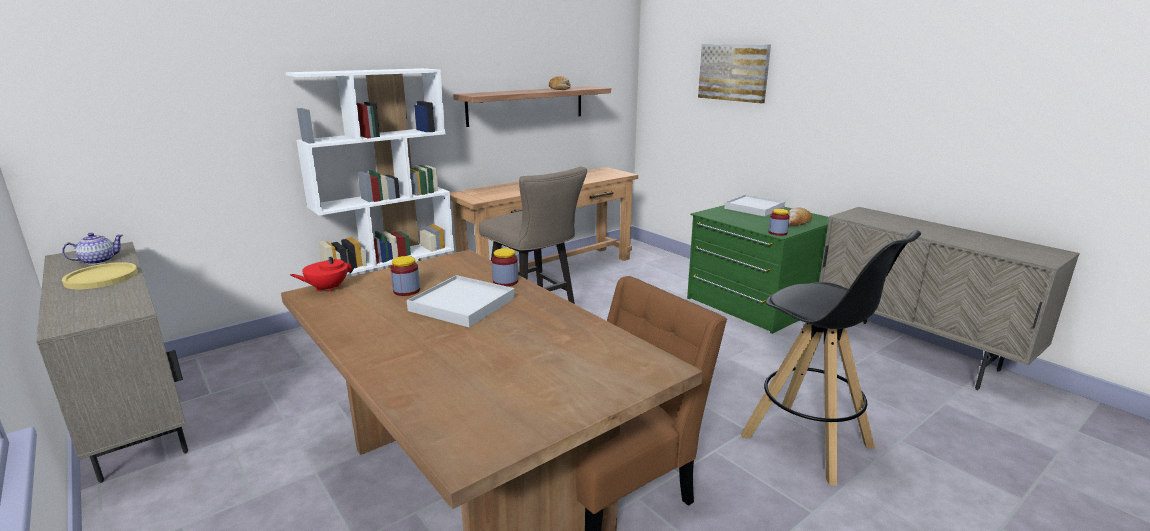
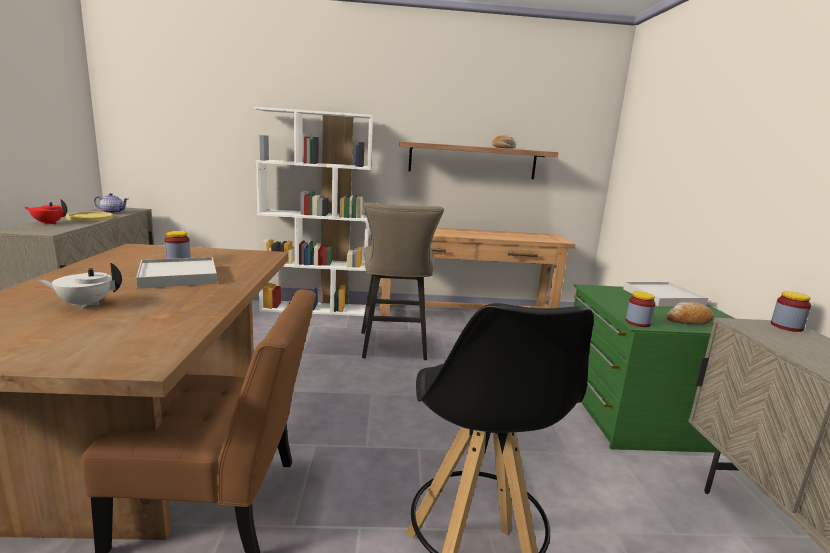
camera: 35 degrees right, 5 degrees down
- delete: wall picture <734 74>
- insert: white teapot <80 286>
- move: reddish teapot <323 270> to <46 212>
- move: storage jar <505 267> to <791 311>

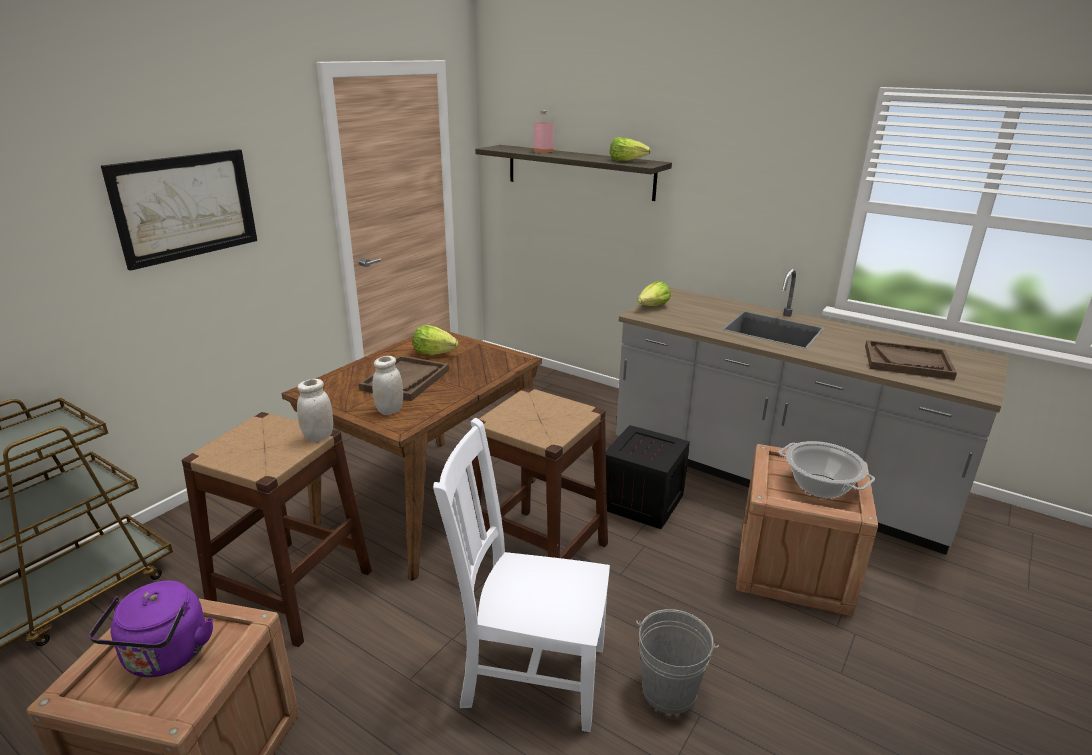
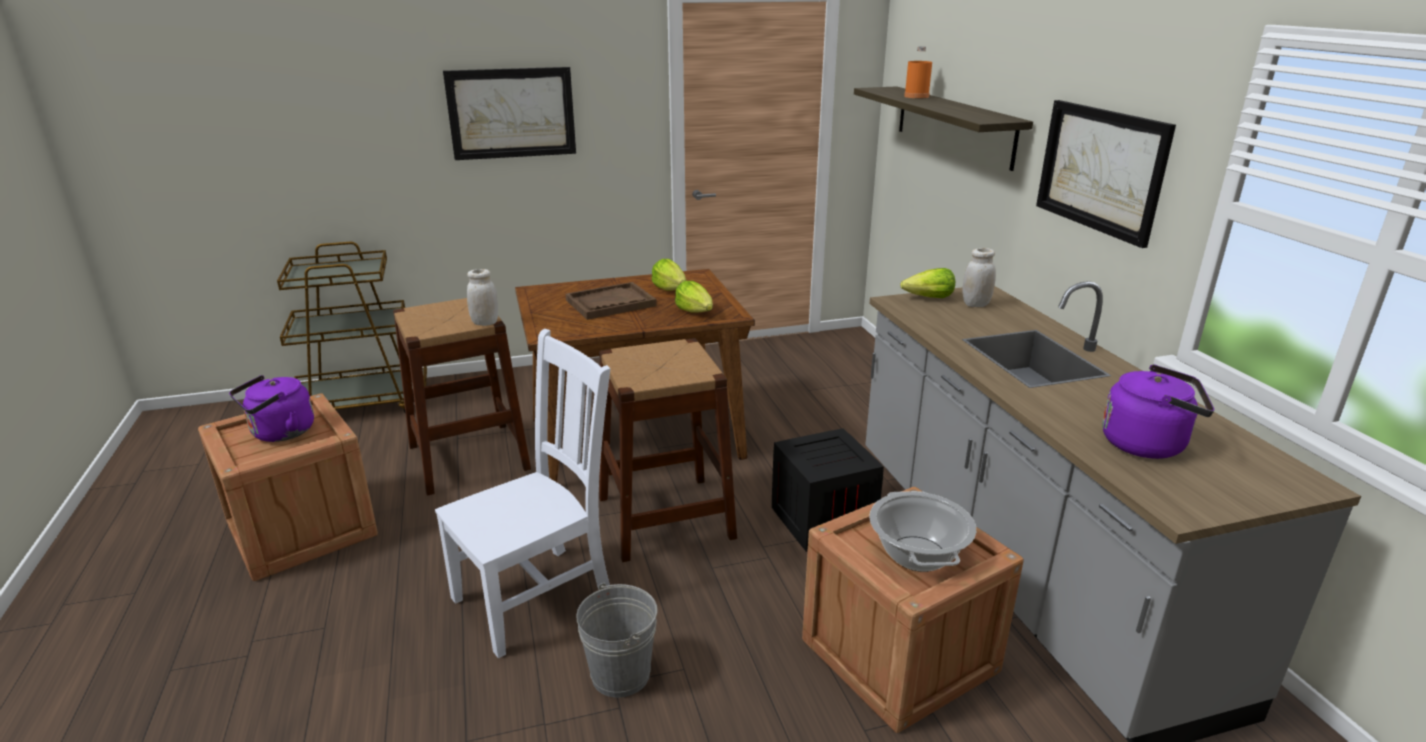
camera: 40 degrees right, 0 degrees up
- insert: wall picture <1106 174>
- move: white storage jar <387 385> to <979 277>
- move: head of lettuce <630 149> to <694 297>
- replace: brown-coloured tray <911 360> to purple-coloured tea kettle <1158 412>
- recolor: pinkish drink bottle <544 131> to orange-coloured drink bottle <918 72>
- rotate: white chair <521 575> = <522 493> 90 degrees clockwise

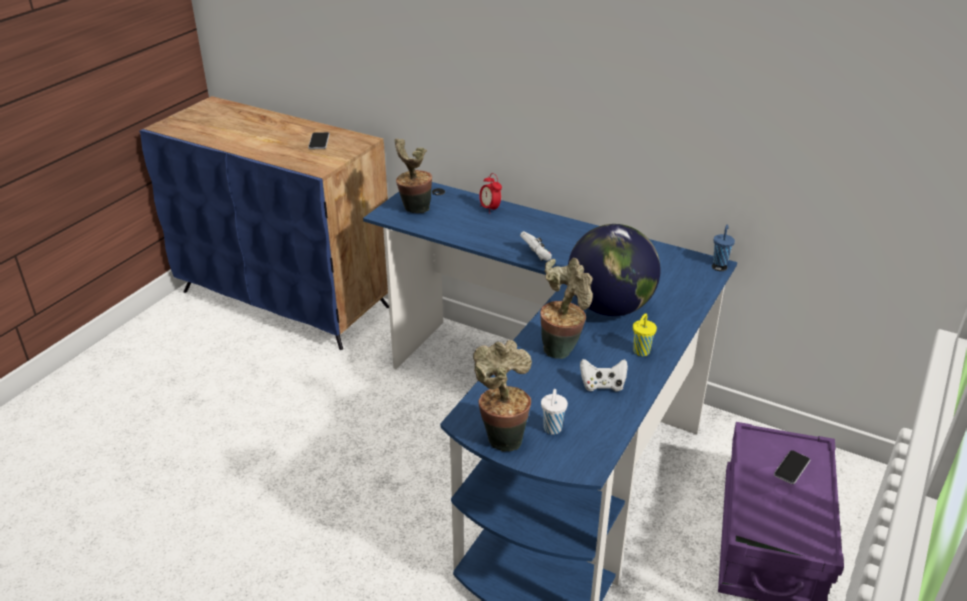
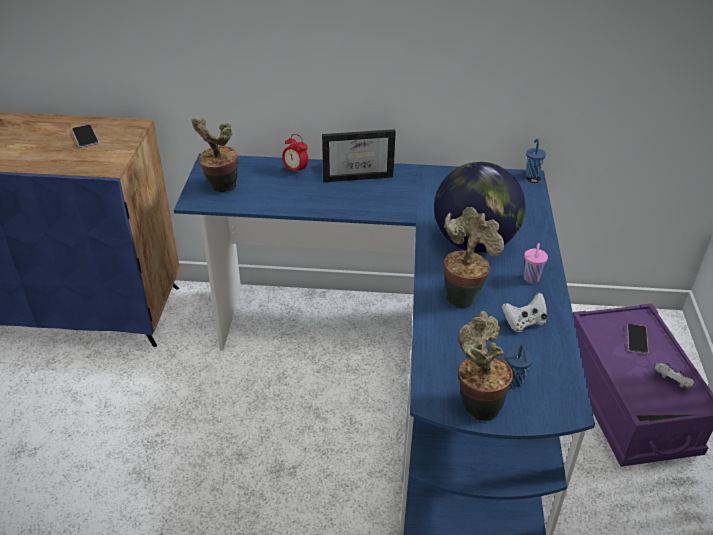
camera: 25 degrees left, 5 degrees up
- insert: standing frame <359 155>
- move: white gamepad <536 246> to <674 375>
- recolor: white small cup <554 411> to blue small cup <519 366>
- recolor: yellowish small cup <645 334> to pinkish small cup <536 263>

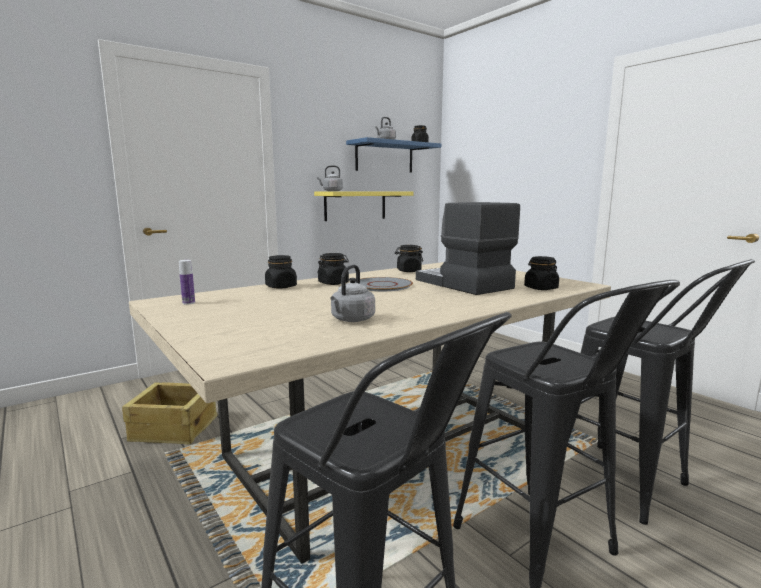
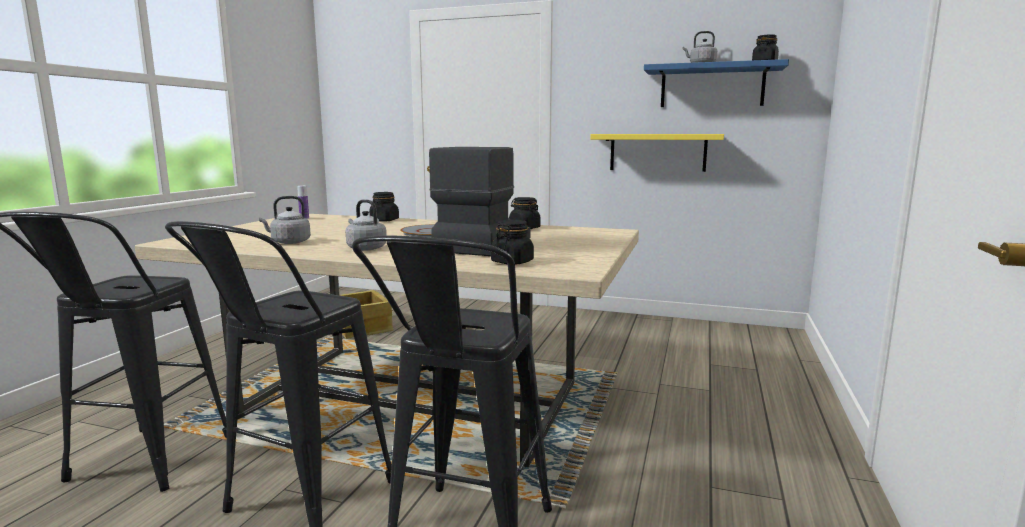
camera: 55 degrees right, 0 degrees up
- delete: blackish storage jar <333 269>
- move: greyish tea kettle <330 178> to <366 225>

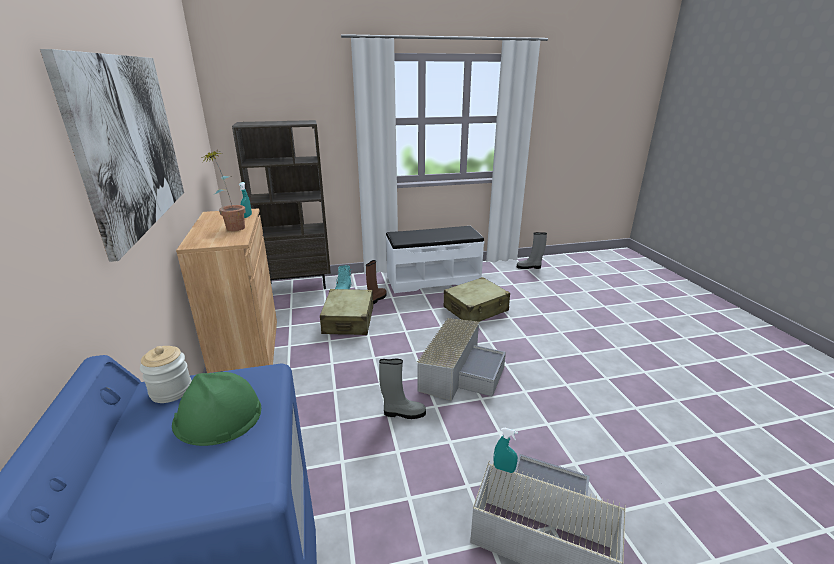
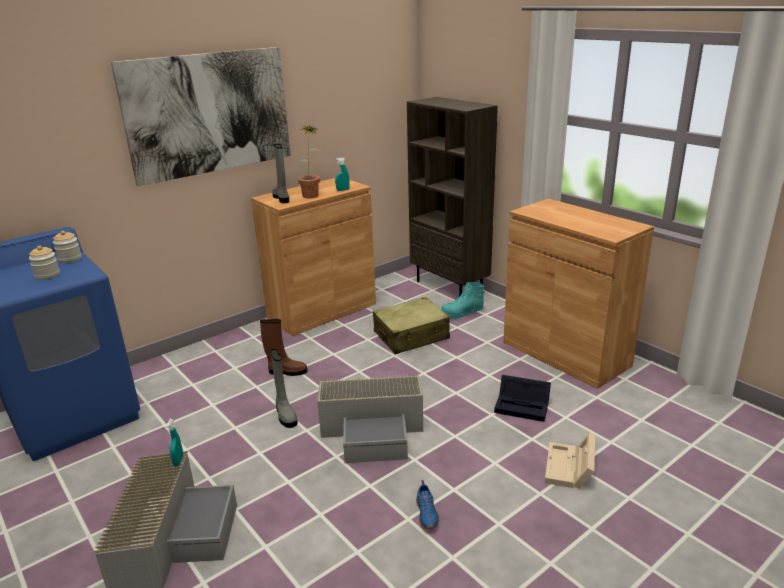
camera: 65 degrees right, 0 degrees up
- insert: blue low shoe <427 504>
- insert: beige-coloured storage container <570 460>
- move: brown-coloured boot <376 282> to <283 347>
- move: greyish boot <532 250> to <280 173>
- replace: greenish work helmet <216 409> to storage jar <44 263>
- replace: white indoor bench <435 259> to brown-coloured cabinet <578 294>
- replace: beige-coloured piece of luggage <476 299> to blackish storage container <522 398>

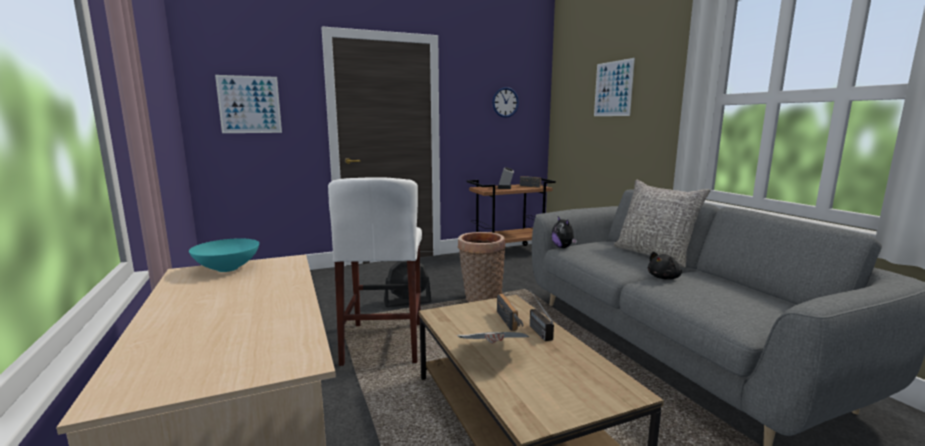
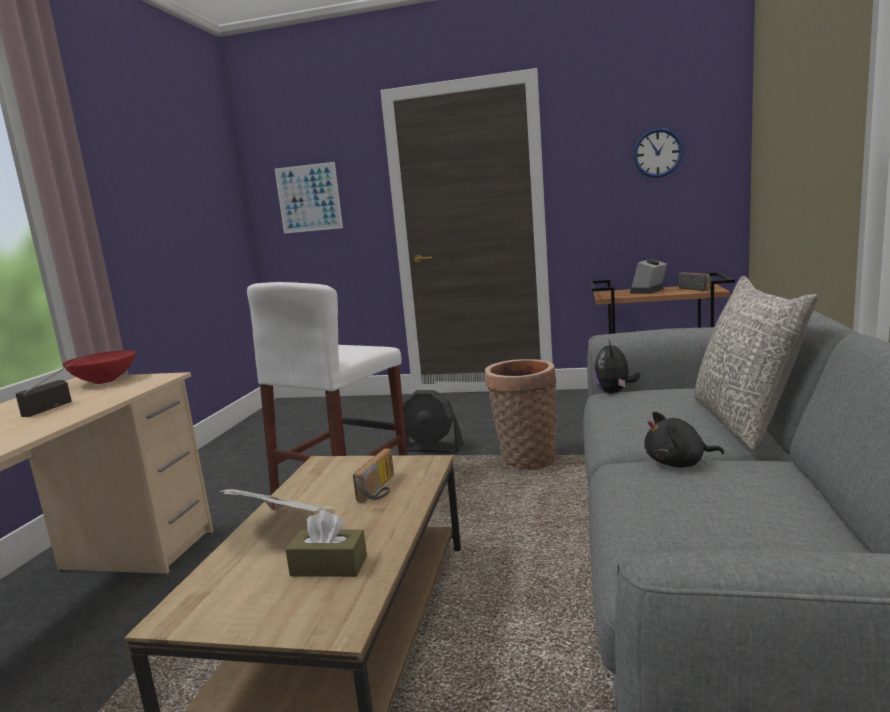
camera: 35 degrees right, 0 degrees up
- delete: wall picture <614 87>
- insert: brown-coloured tissue holder <326 543>
- move: radio <541 315> to <49 386>
- recolor: blue-green deep dish <224 255> to reddish deep dish <99 367>

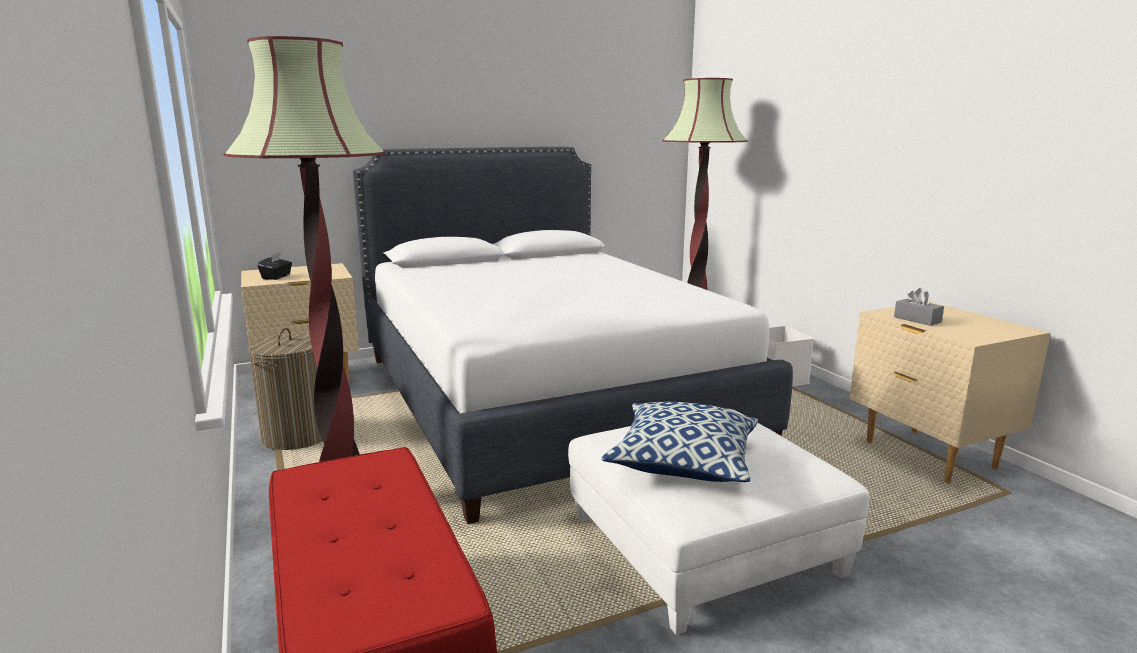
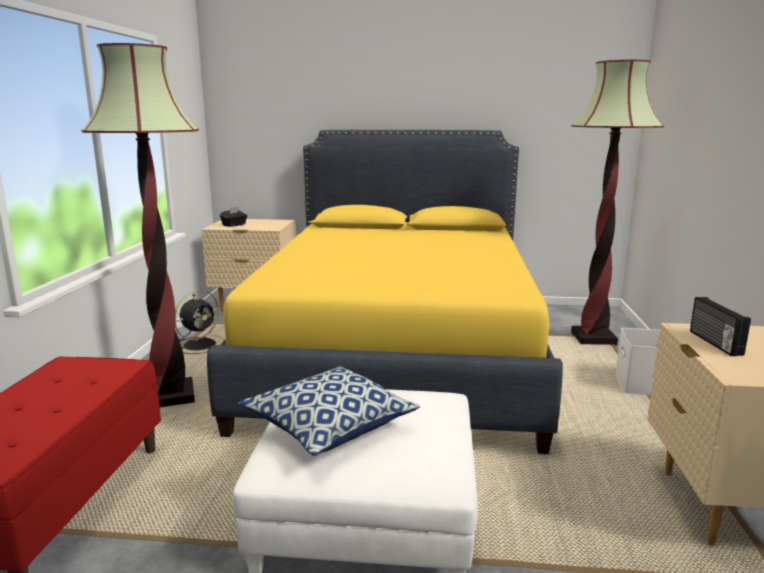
camera: 30 degrees right, 0 degrees up
- replace: hamper <285 389> to blackish fan <198 322>
- replace: greyish tissue holder <919 307> to radio <720 326>
- recolor: white bed <573 335> to yellowish bed <385 292>

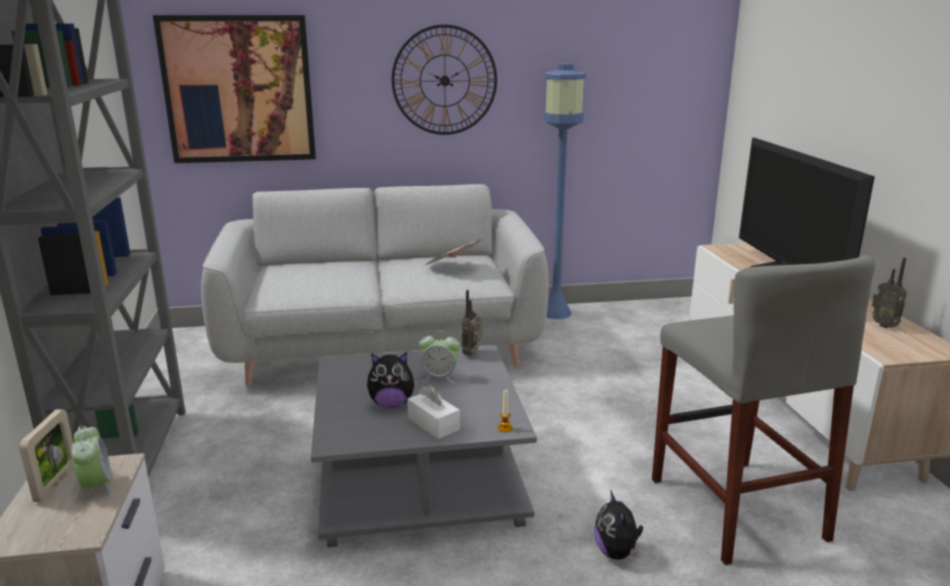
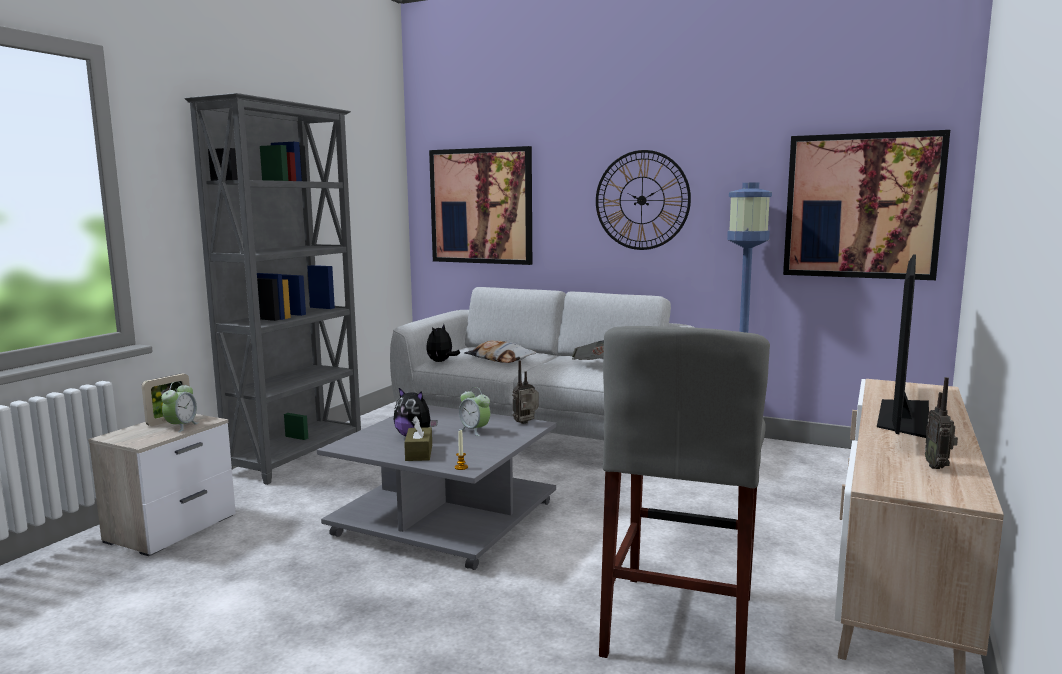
camera: 35 degrees right, 10 degrees down
- insert: throw pillow <500 351>
- insert: wall picture <866 205>
- move: soft toy <618 524> to <443 343>
- recolor: white tissue holder <433 412> to brown-coloured tissue holder <418 438>

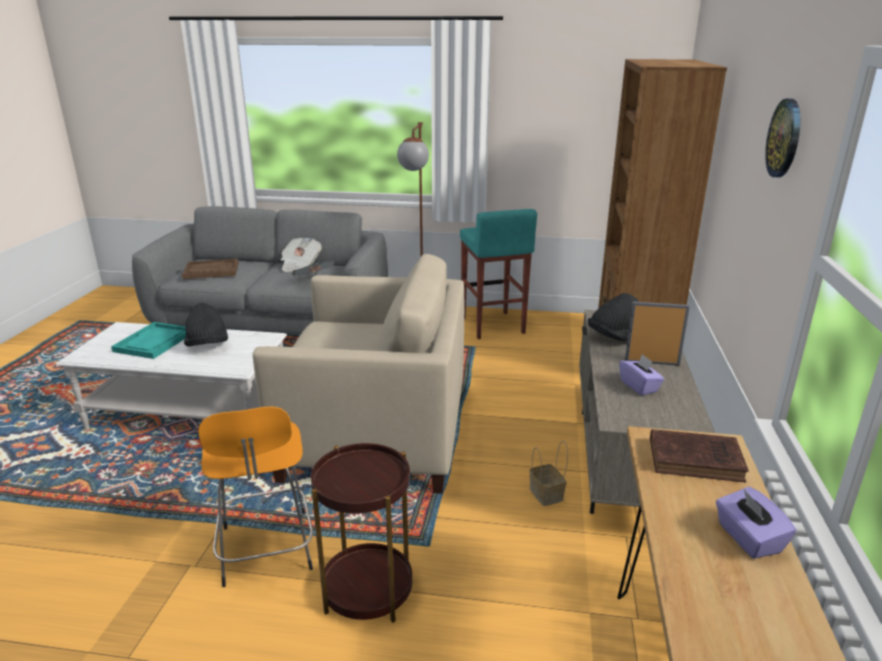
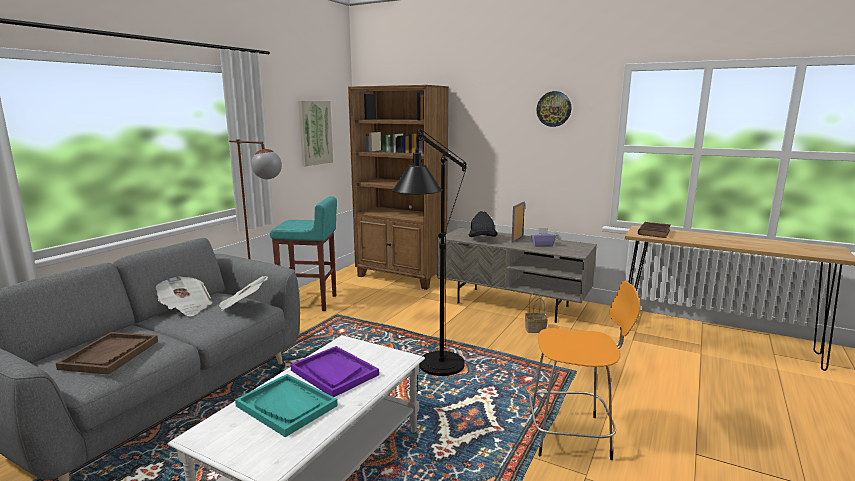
camera: 70 degrees left, 10 degrees down
- delete: brown-coloured accent table <361 533>
- delete: purple-coloured tissue holder <756 523>
- insert: wall picture <315 133>
- replace: blackish clothing hat <206 324> to purple-coloured tray <334 371>
- replace: beige-coloured easy chair <358 374> to blackish standard lamp <429 252>

